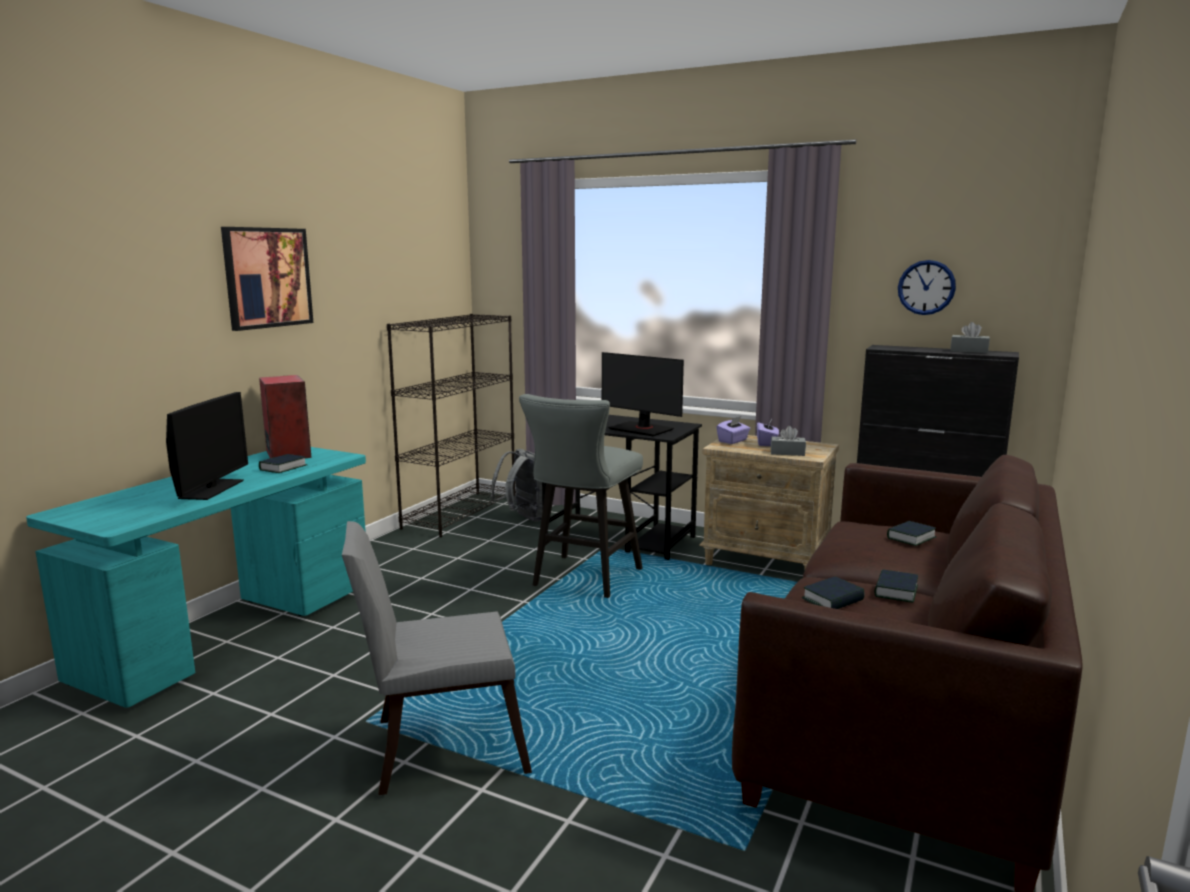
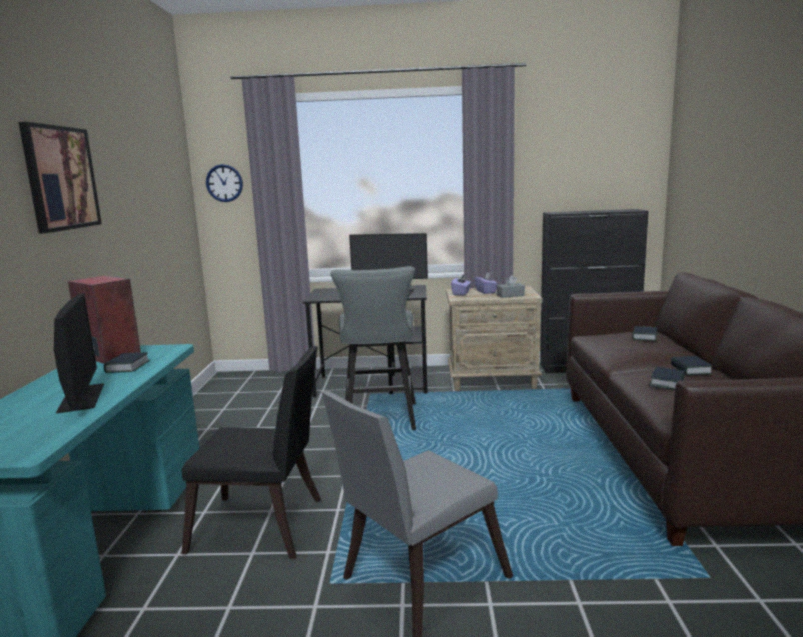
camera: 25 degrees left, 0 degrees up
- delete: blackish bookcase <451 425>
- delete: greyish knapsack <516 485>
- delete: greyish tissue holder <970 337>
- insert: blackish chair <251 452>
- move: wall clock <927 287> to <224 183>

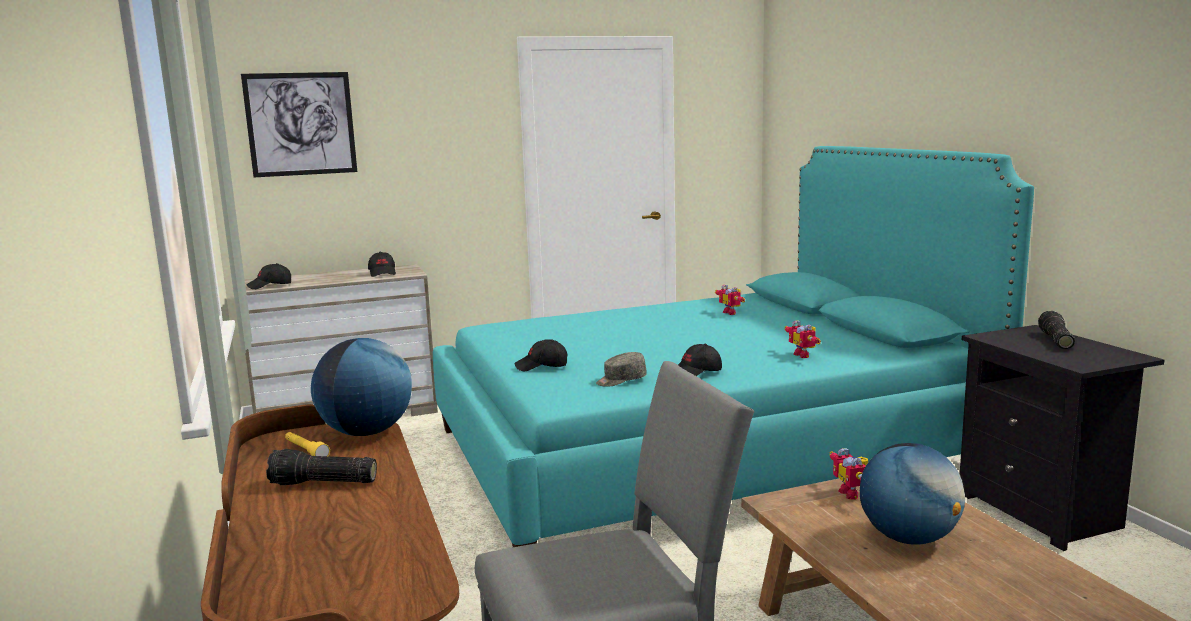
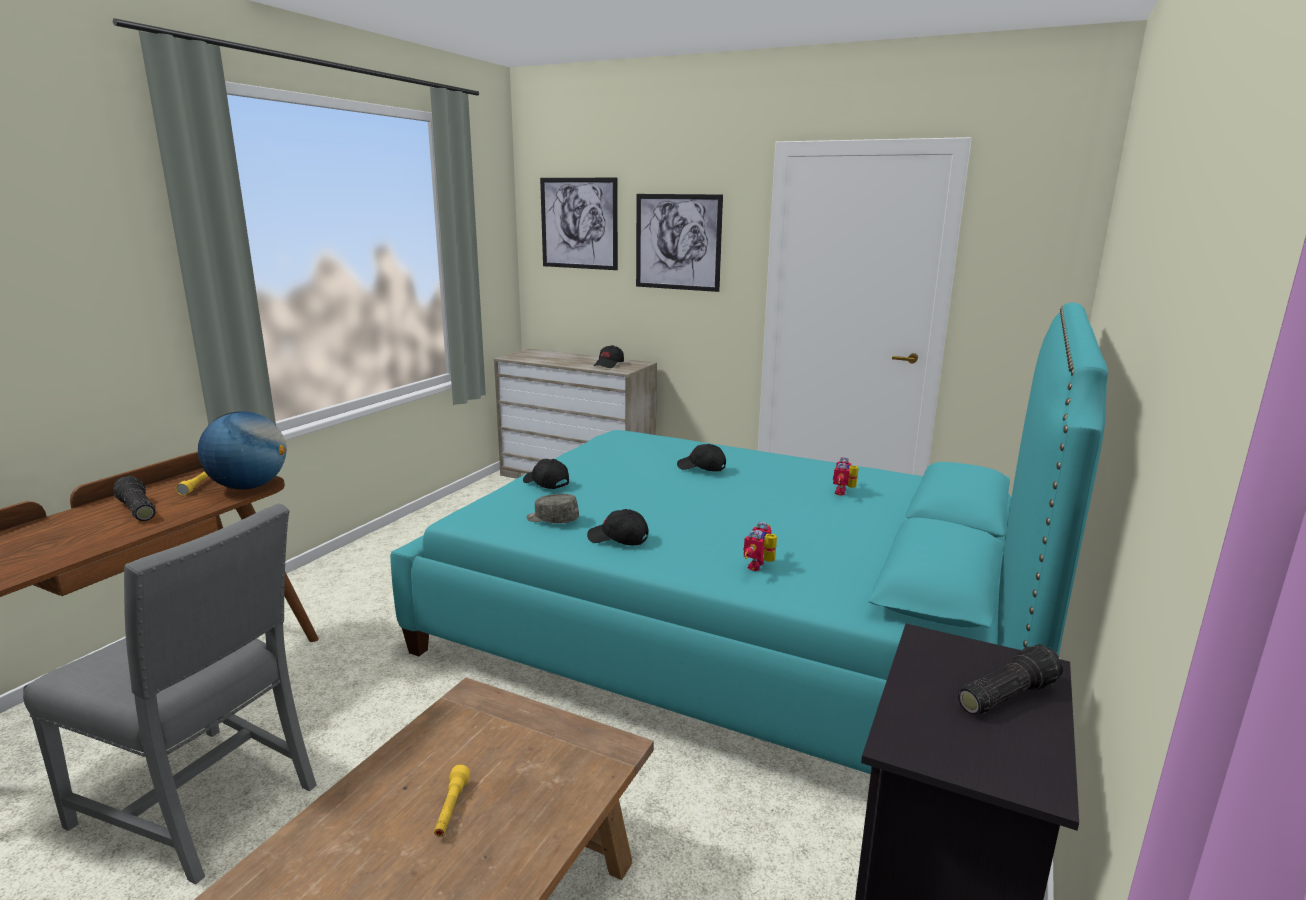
camera: 45 degrees right, 5 degrees up
- delete: model robot <848 474>
- insert: wall picture <679 243>
- move: blackish baseball cap <268 276> to <701 458>
- replace: world globe <912 494> to yellowish flashlight <452 801>

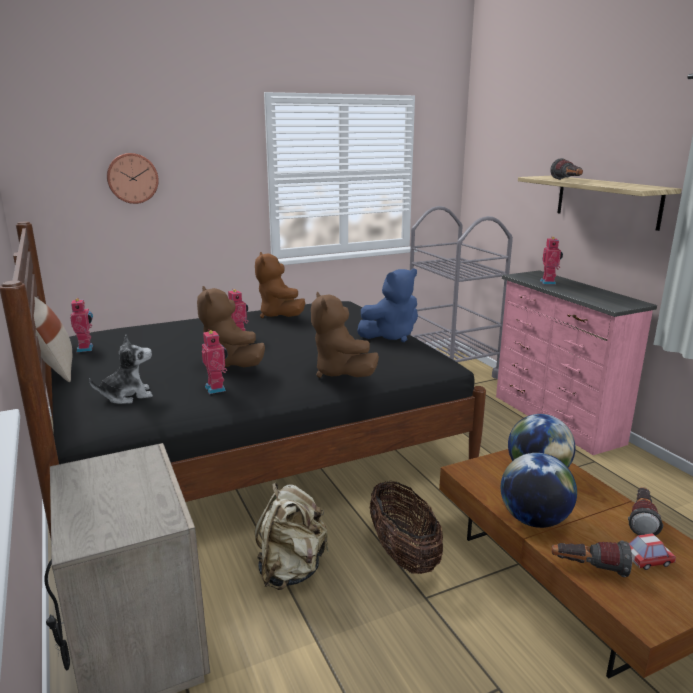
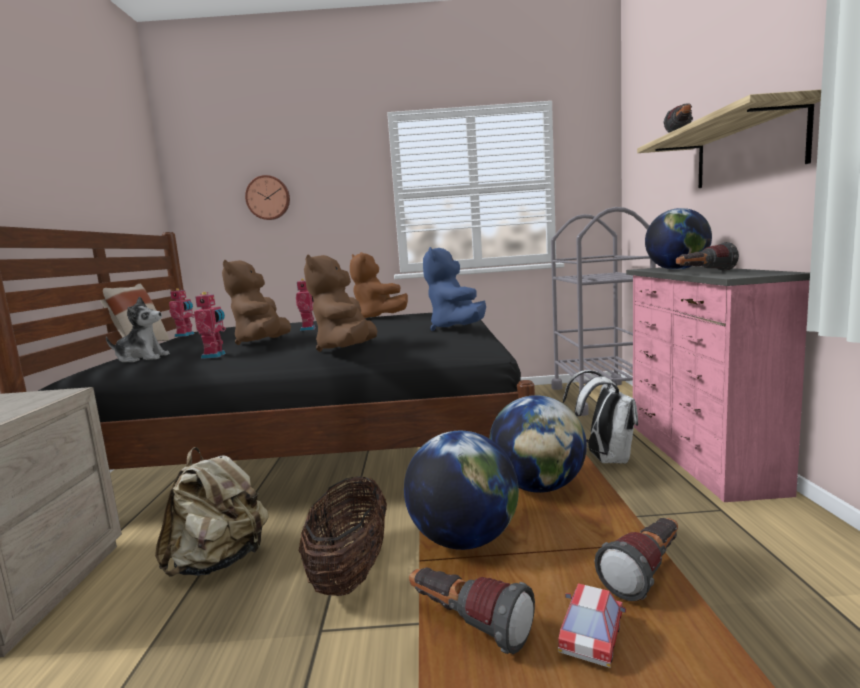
camera: 25 degrees right, 10 degrees down
- insert: white knapsack <600 416>
- insert: flashlight <707 256>
- replace: model robot <551 261> to world globe <678 239>
- rotate: brown-coloured soft toy <280 285> = <379 285> 45 degrees counterclockwise
- rotate: blue soft toy <387 305> = <454 289> 90 degrees clockwise
- rotate: miniature car <652 551> = <592 625> 75 degrees counterclockwise

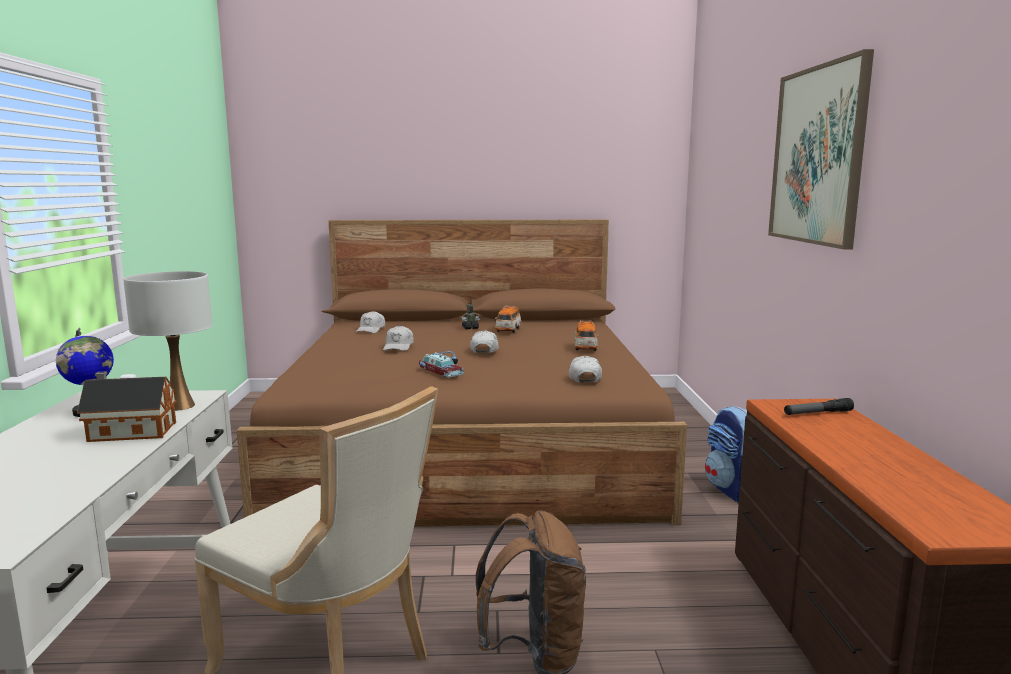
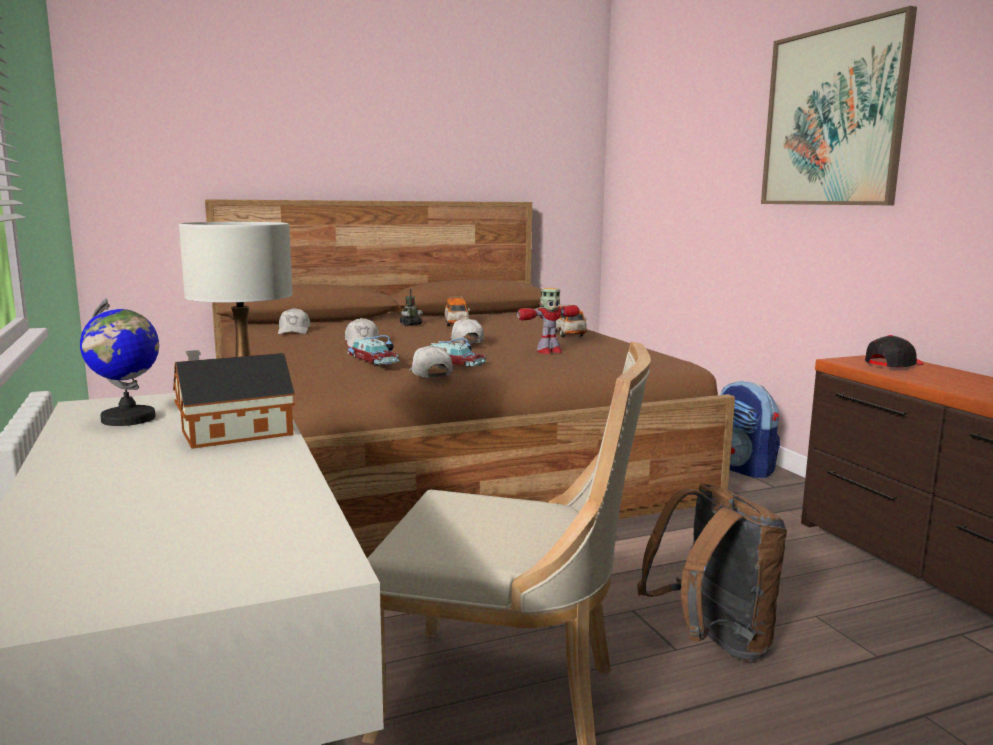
camera: 20 degrees left, 0 degrees up
- insert: miniature car <373 350>
- insert: model robot <548 321>
- move: white baseball cap <585 369> to <430 362>
- replace: flashlight <819 406> to blackish baseball cap <894 351>

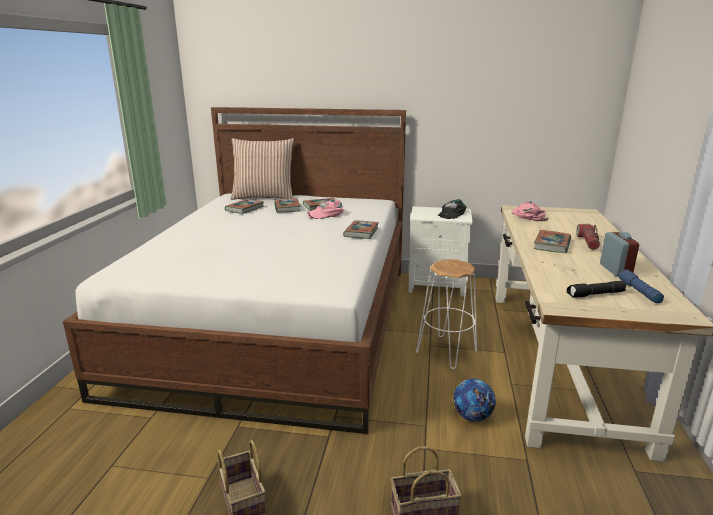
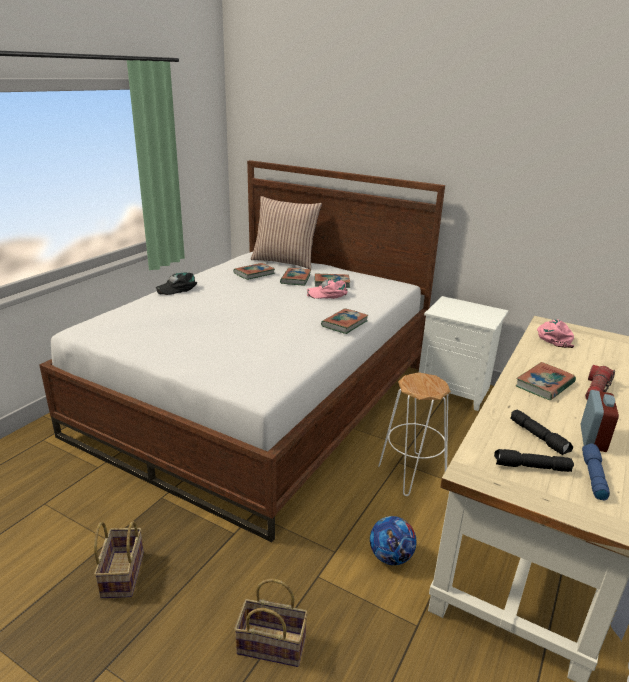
camera: 20 degrees right, 5 degrees up
- insert: blackish flashlight <542 432>
- move: blackish baseball cap <452 209> to <176 283>

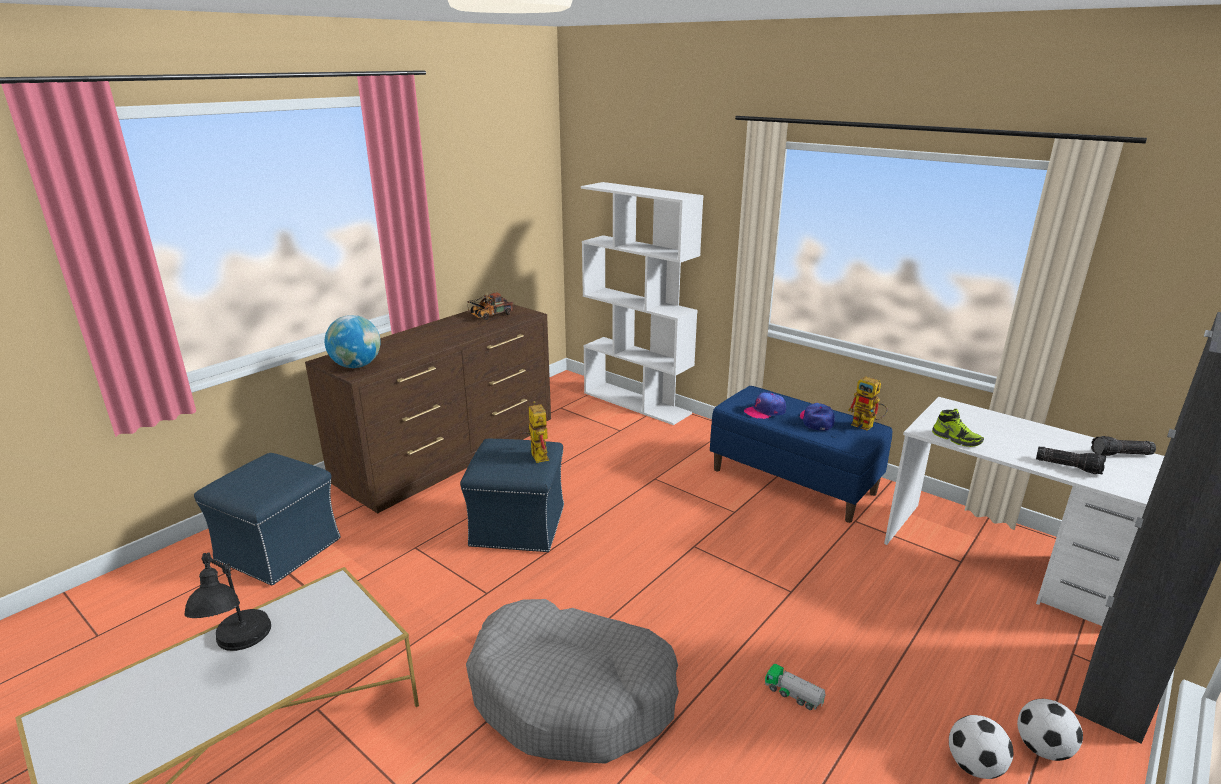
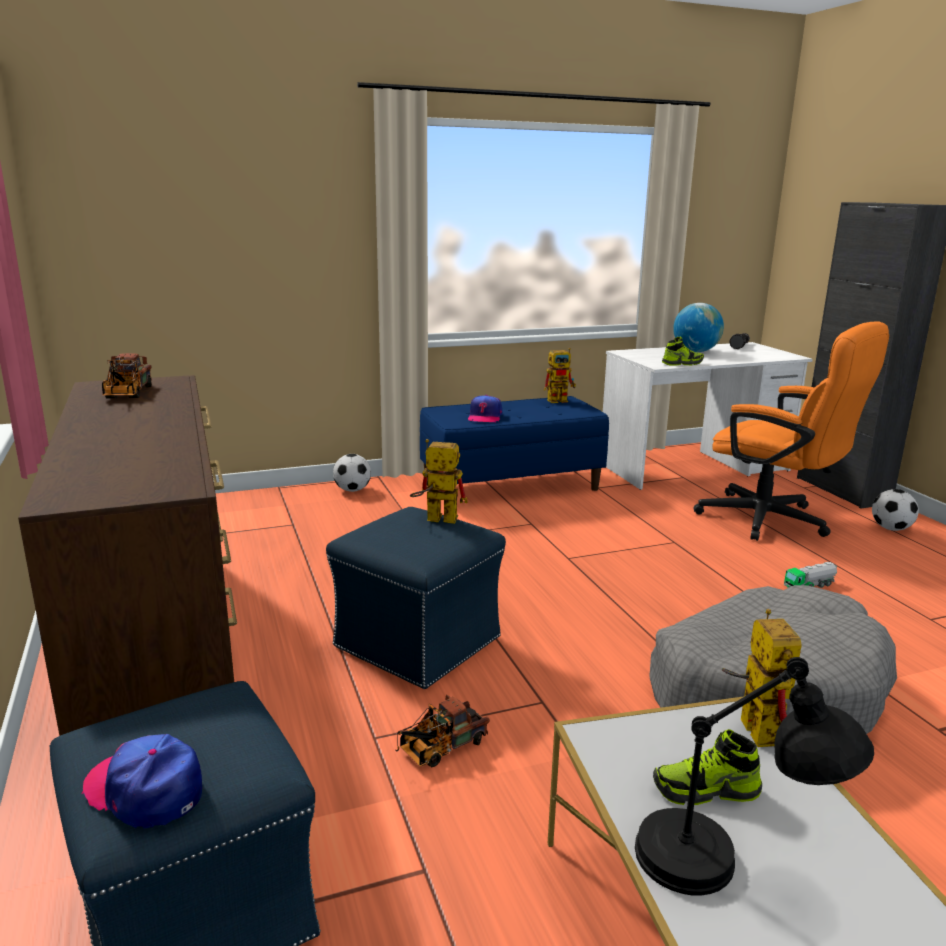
camera: 60 degrees left, 5 degrees down
- delete: white bookcase <642 303>
- delete: flashlight <1071 461>
- insert: toy truck <442 731>
- insert: low shoe <707 767>
- insert: orange-coloured office chair <791 431>
- insert: model robot <762 678>
- move: world globe <353 341> to <698 327>
- move: baseball cap <817 417> to <142 781>
- move: ball for football <981 747> to <352 473>

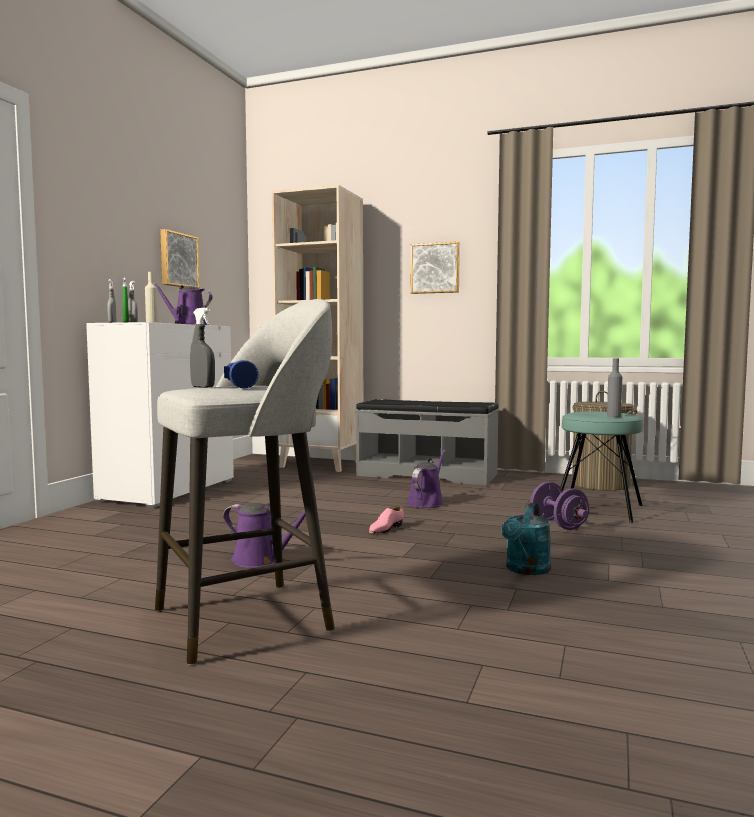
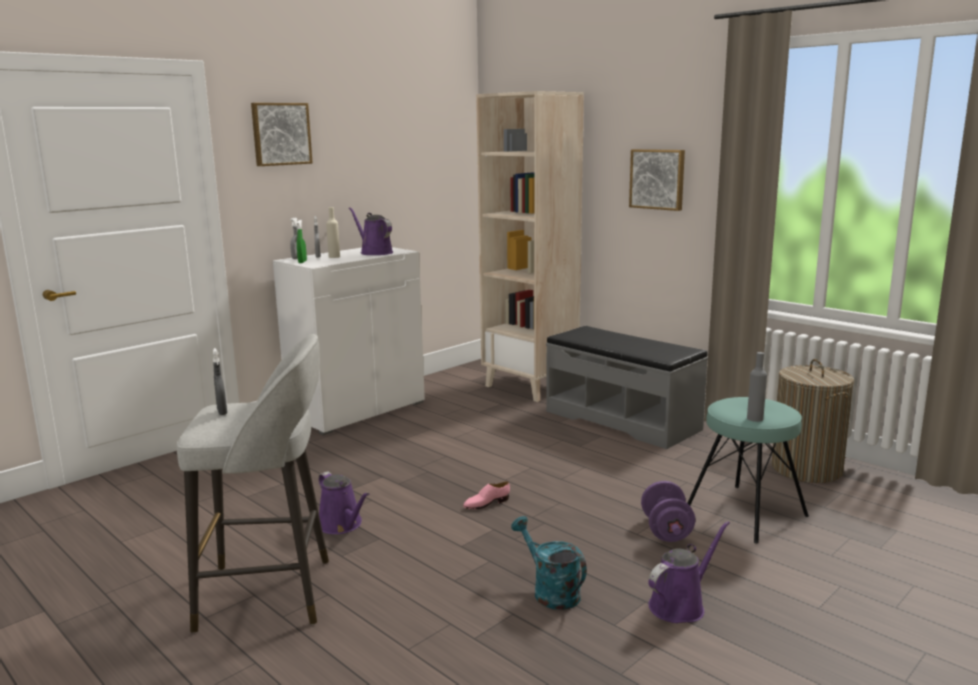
camera: 25 degrees right, 10 degrees up
- delete: blue flashlight <241 374>
- move: wall picture <180 259> to <282 134>
- move: purple-coloured watering pot <426 479> to <689 572>
- rotate: blue-green watering pot <526 539> = <549 563> 90 degrees clockwise

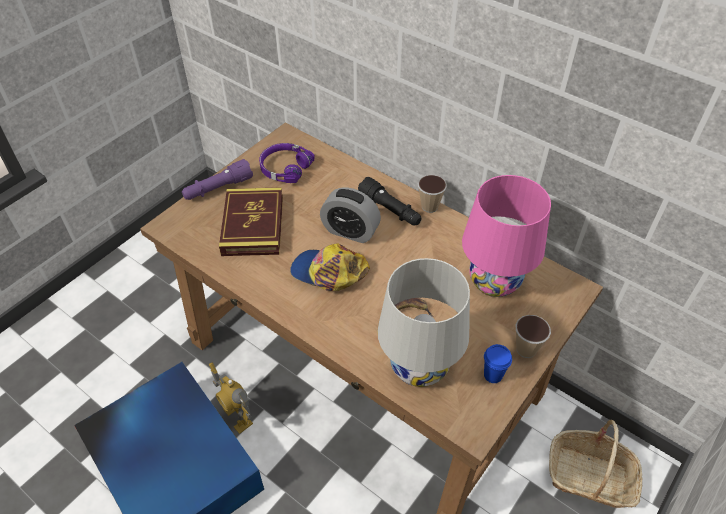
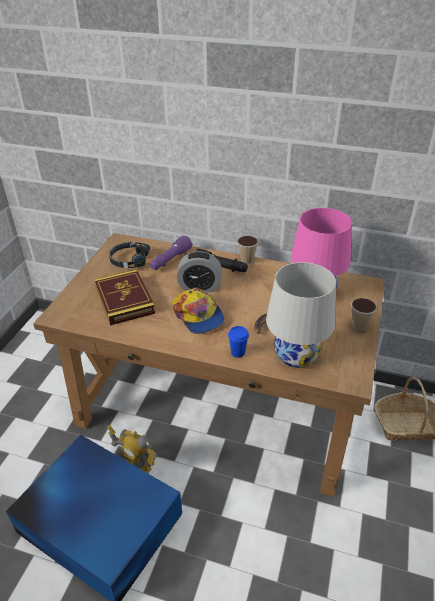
camera: 20 degrees left, 10 degrees down
- move: purple-coloured flashlight <217 179> to <171 253>
- move: blue small cup <498 363> to <238 342>
- recolor: purple-coloured headphones <287 163> to blackish headphones <129 255>
- rotate: baseball cap <330 267> = <198 311> 120 degrees counterclockwise

